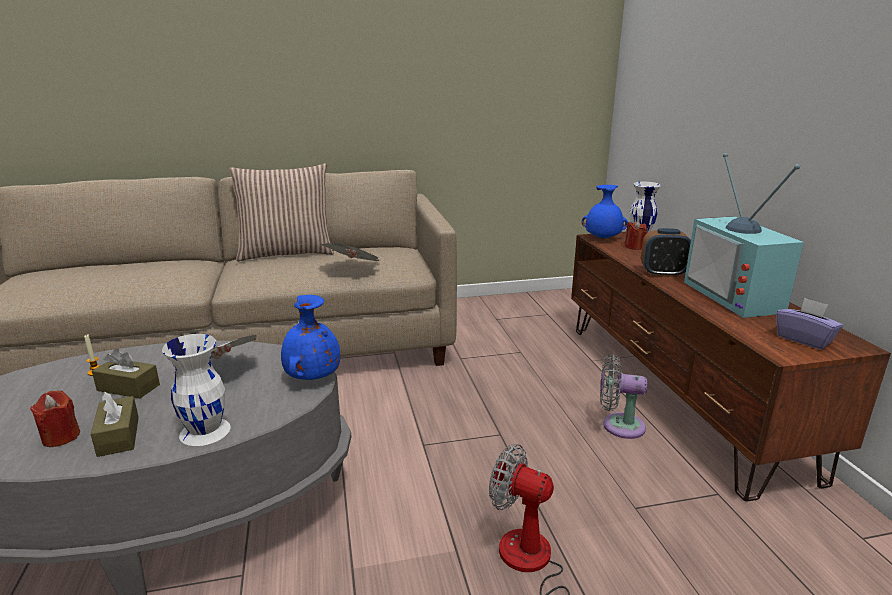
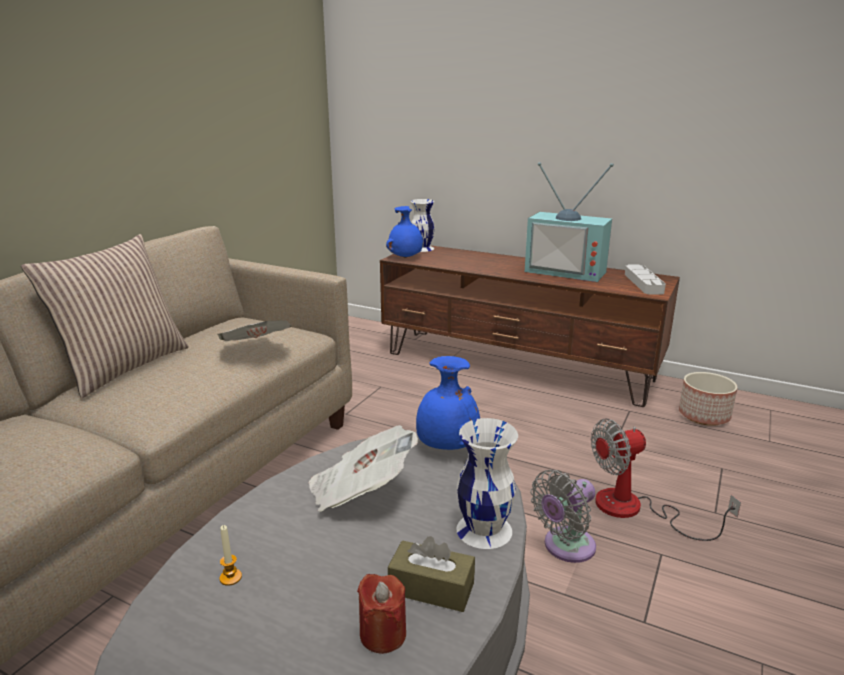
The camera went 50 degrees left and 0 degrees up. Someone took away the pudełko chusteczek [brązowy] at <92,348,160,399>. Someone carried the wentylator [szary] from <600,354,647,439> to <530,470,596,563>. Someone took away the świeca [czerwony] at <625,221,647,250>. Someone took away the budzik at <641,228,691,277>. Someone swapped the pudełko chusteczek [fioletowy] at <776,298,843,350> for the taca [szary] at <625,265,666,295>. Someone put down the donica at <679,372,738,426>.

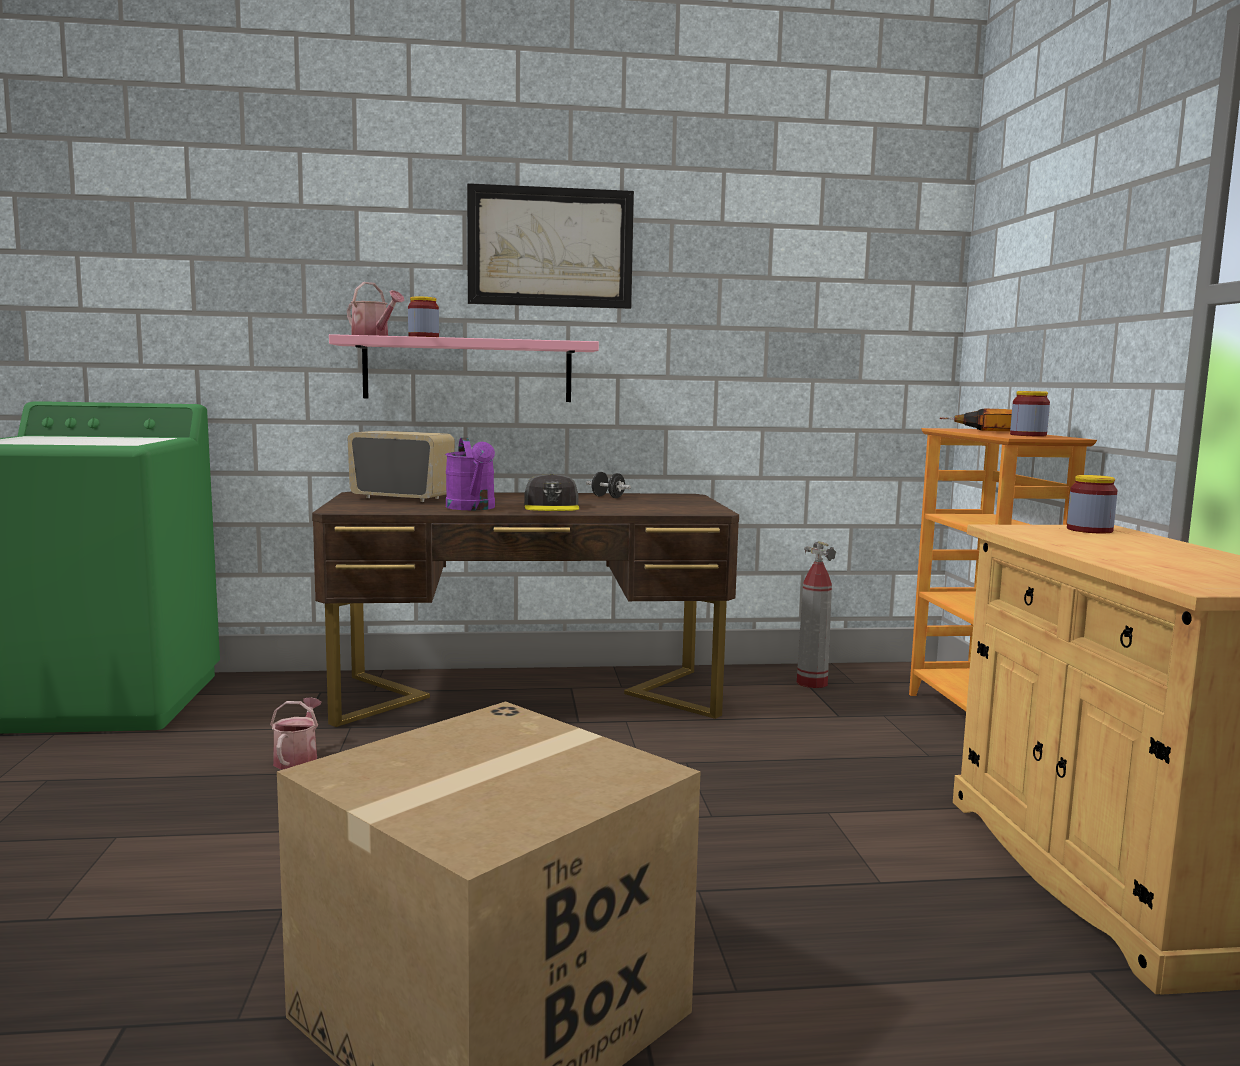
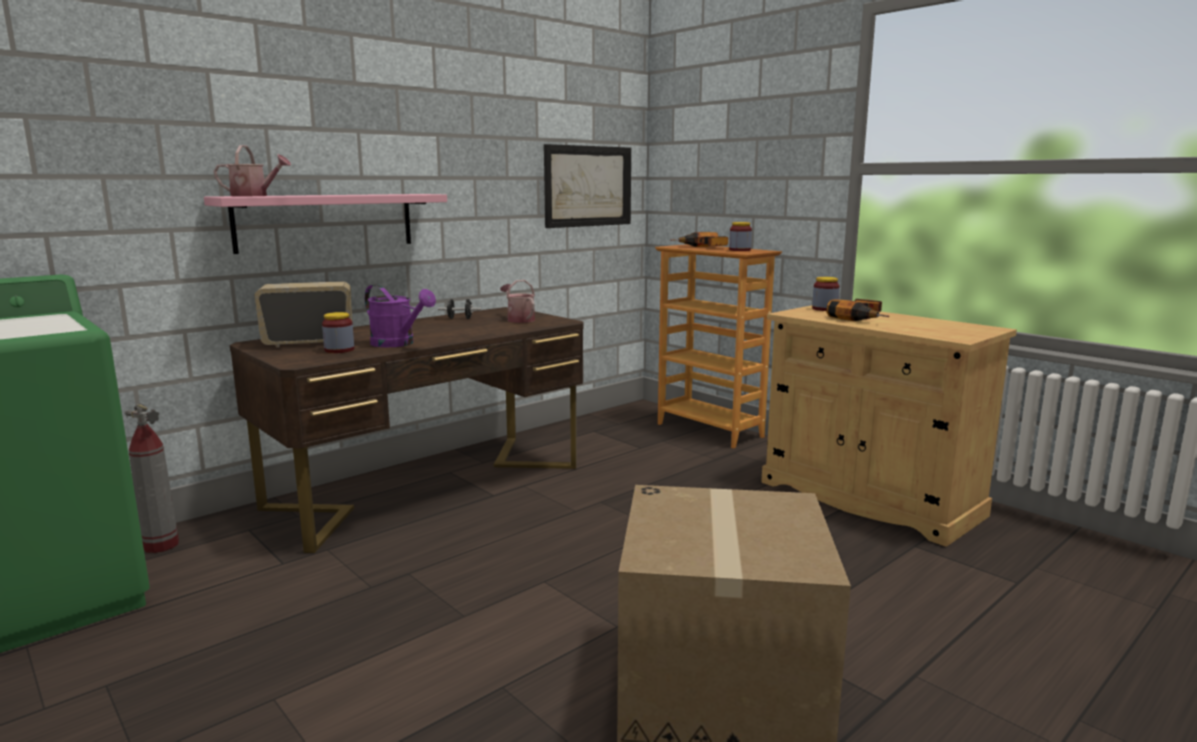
The camera went 35 degrees left and 5 degrees up. Someone carried the konewka from <270,697,321,770> to <500,280,535,323>. Someone carried the słoik from <408,297,439,337> to <322,312,354,353>. Someone carried the obraz from <467,183,634,309> to <544,144,631,228>. Someone took away the czapka z daszkiem [szary] at <524,474,580,511>. Someone carried the gaśnica from <797,541,836,688> to <124,403,179,553>. Someone put down the wiertarka at <826,299,889,321>.

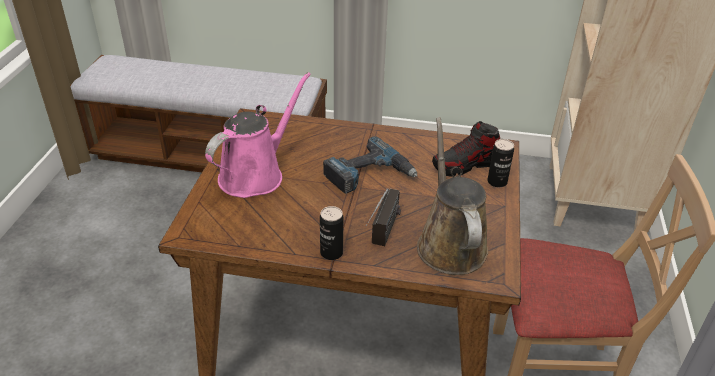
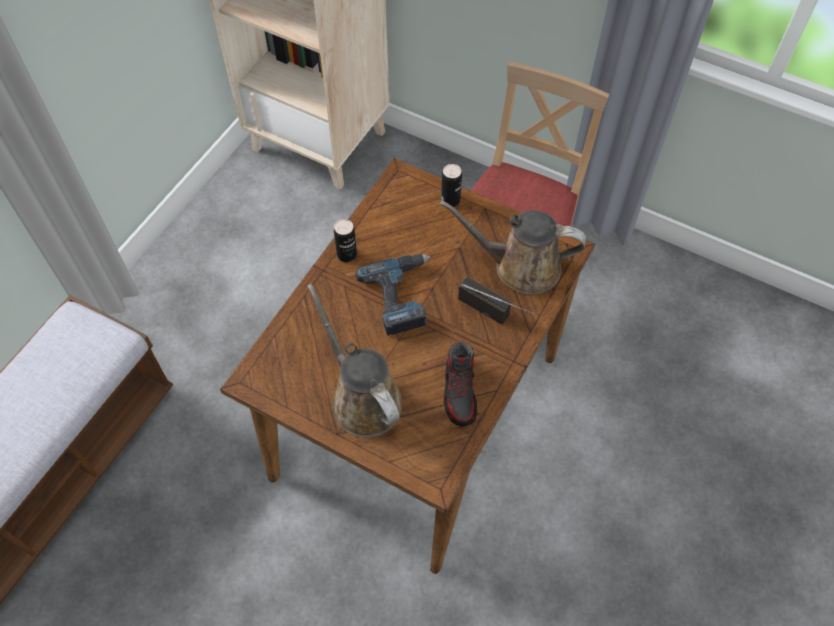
The camera went 70 degrees left and 20 degrees up. Someone repainted the konewka [różowy] at <205,72,311,198>, which became the konewka [brązowy] at <307,283,402,437>. Someone carried the puszka from <320,206,343,260> to <334,219,357,262>. Someone carried the but from <432,121,500,177> to <444,341,477,427>.

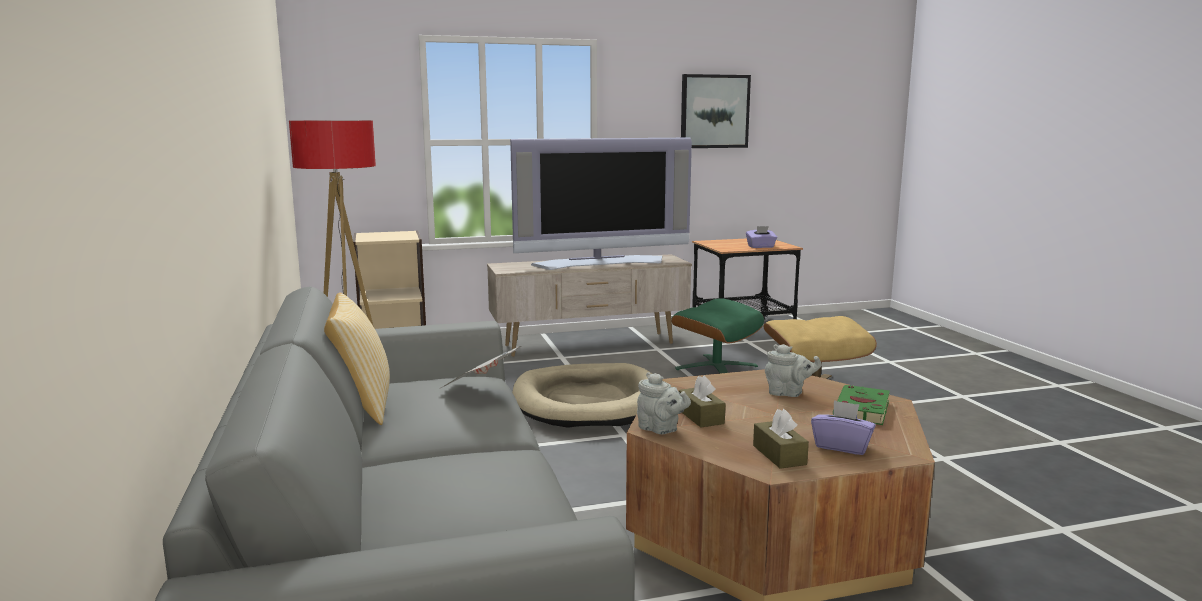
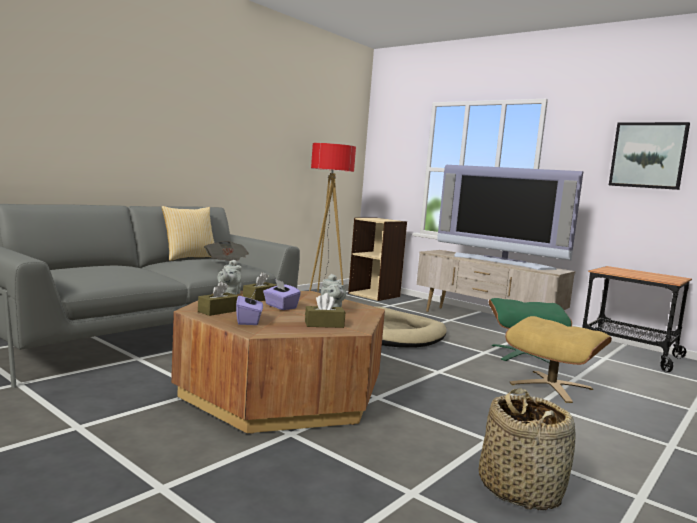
The camera went 55 degrees right and 5 degrees down. Someone carried the pudełko chusteczek [fioletowy] from <746,226,777,248> to <263,279,301,310>. Someone swapped the książka [zielony] at <833,385,890,425> for the pudełko chusteczek [brązowy] at <305,293,345,328>. Someone put down the koszyk at <479,388,575,510>.

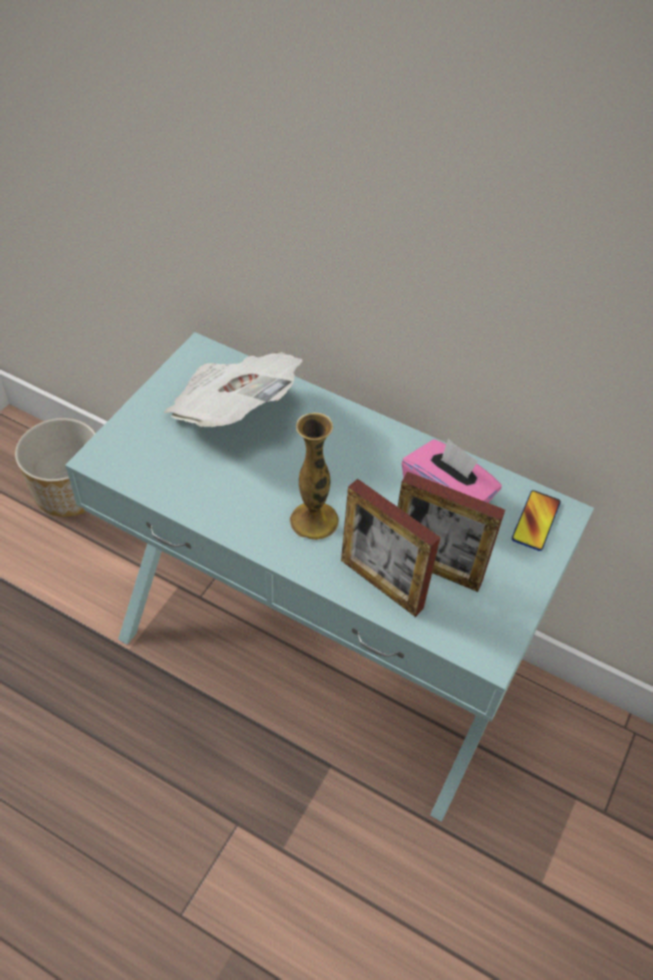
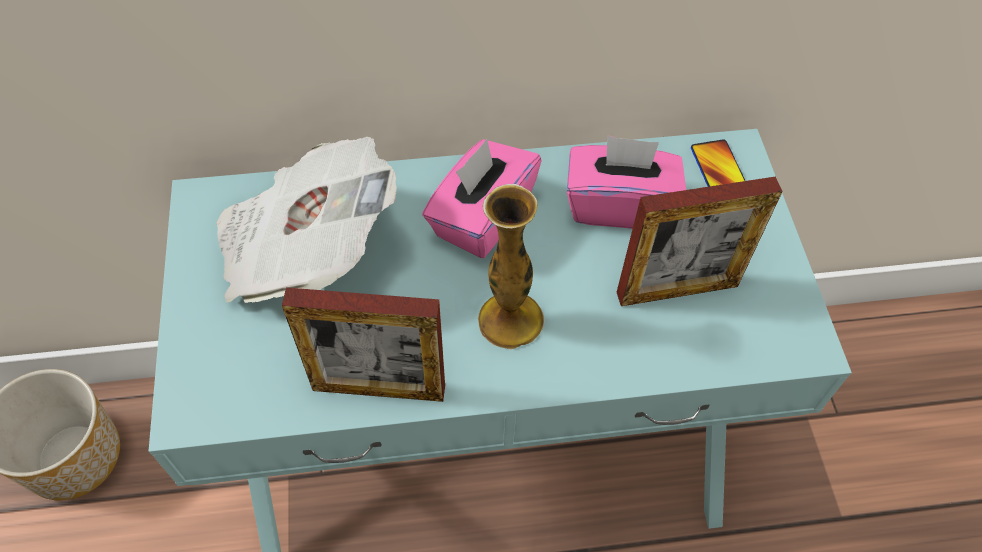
The camera went 35 degrees left and 5 degrees up. Someone carried the ramka na zdjęcie from <341,479,441,617> to <282,287,445,402>. Someone put down the pudełko chusteczek [różowy] at <422,139,542,258>.

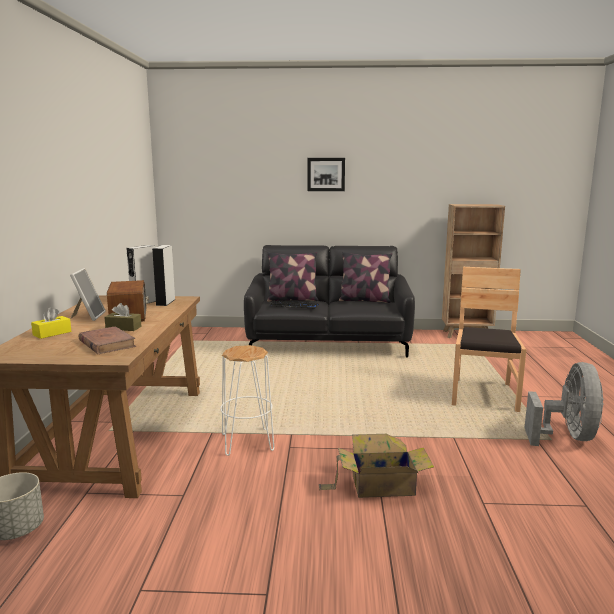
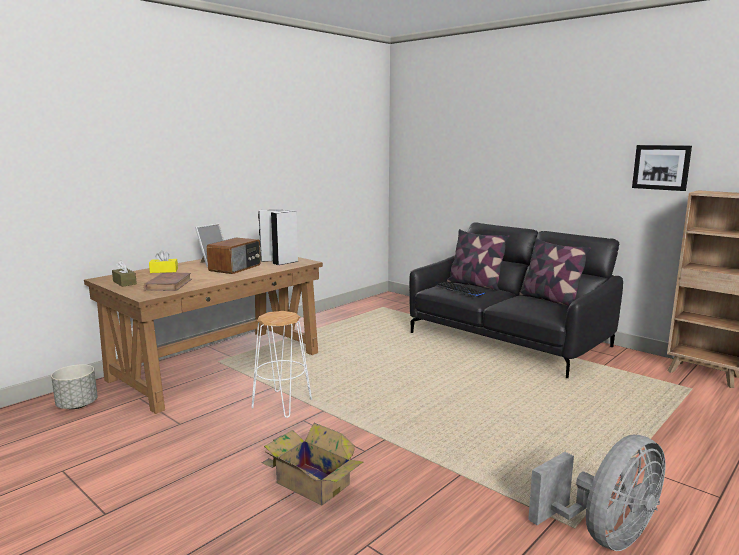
The camera went 40 degrees right and 0 degrees up. Someone carried the pudełko chusteczek [brązowy] from <104,303,142,331> to <112,260,137,287>. Someone carried the obraz from <307,158,345,191> to <632,145,692,191>. Someone took away the krzesło [brązowy] at <452,267,526,412>.

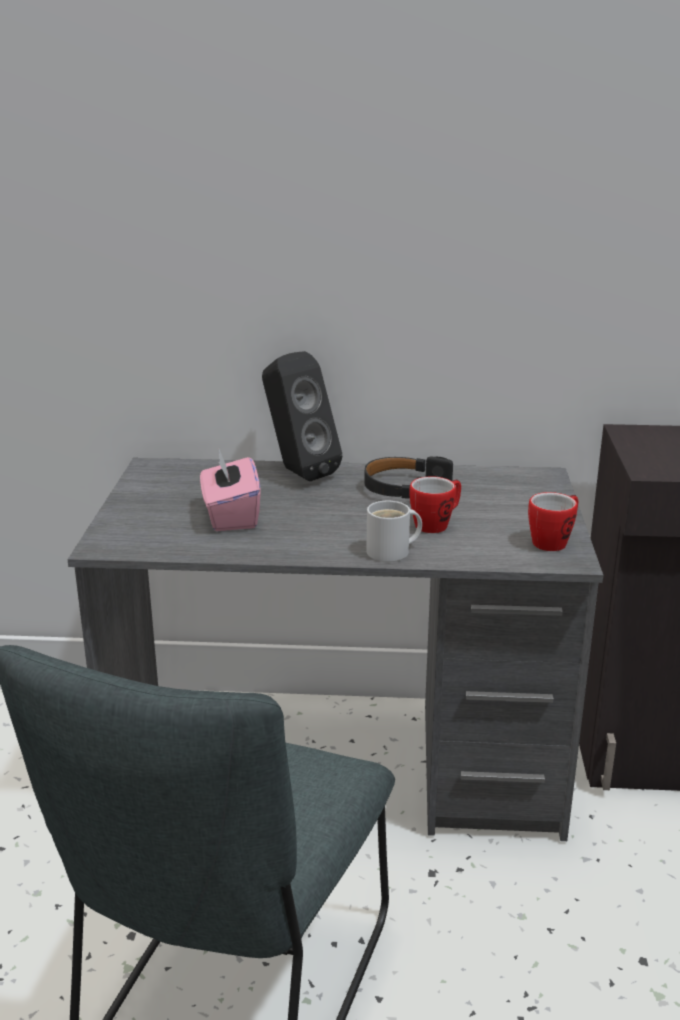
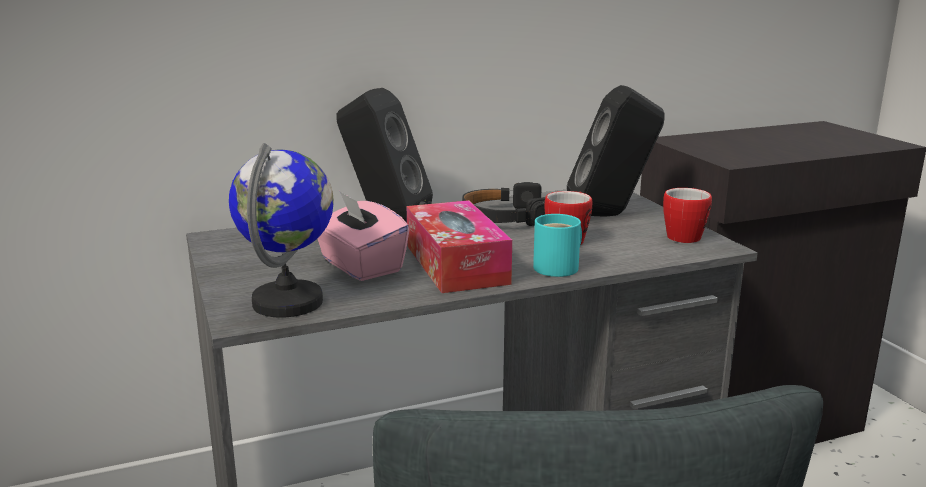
The camera went 25 degrees left and 5 degrees down. Someone repainted the kubek [biały] at <366,501,422,562>, which became the kubek [turkusowy] at <533,214,582,277>. Someone put down the globus at <229,143,334,318>. Someone put down the pudełko chusteczek at <407,200,512,293>. Someone put down the głośnik [czarny] at <567,85,665,217>.

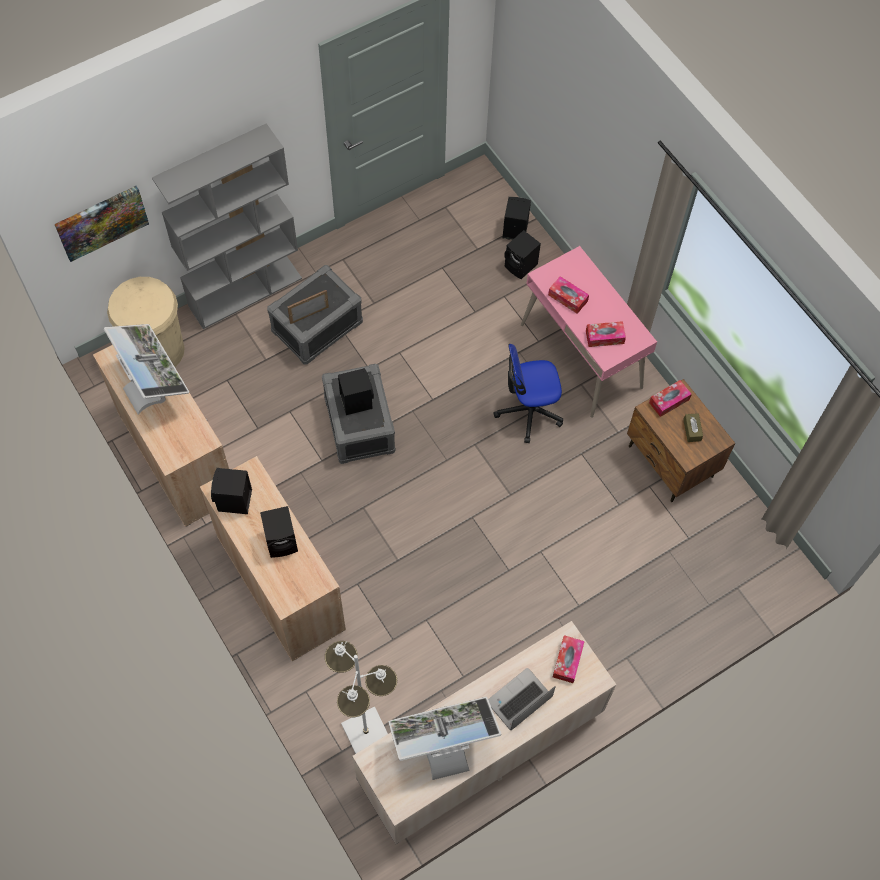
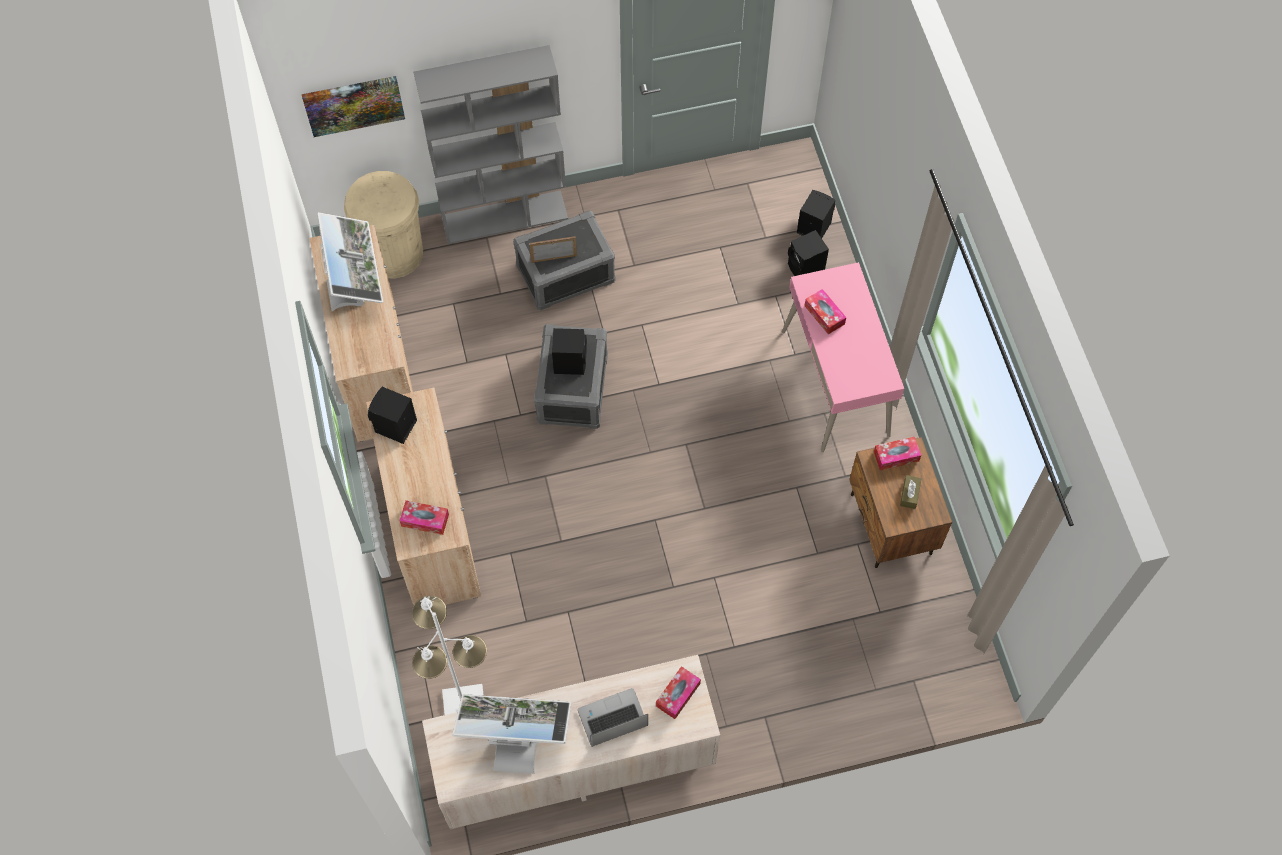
The camera went 20 degrees right and 0 degrees up. Someone took away the głośnik [czarny] at <260,506,298,558>. Someone took away the krzesło biurowe at <493,344,563,443>. Someone carried the pudełko chusteczek from <586,321,626,347> to <400,500,449,535>.

